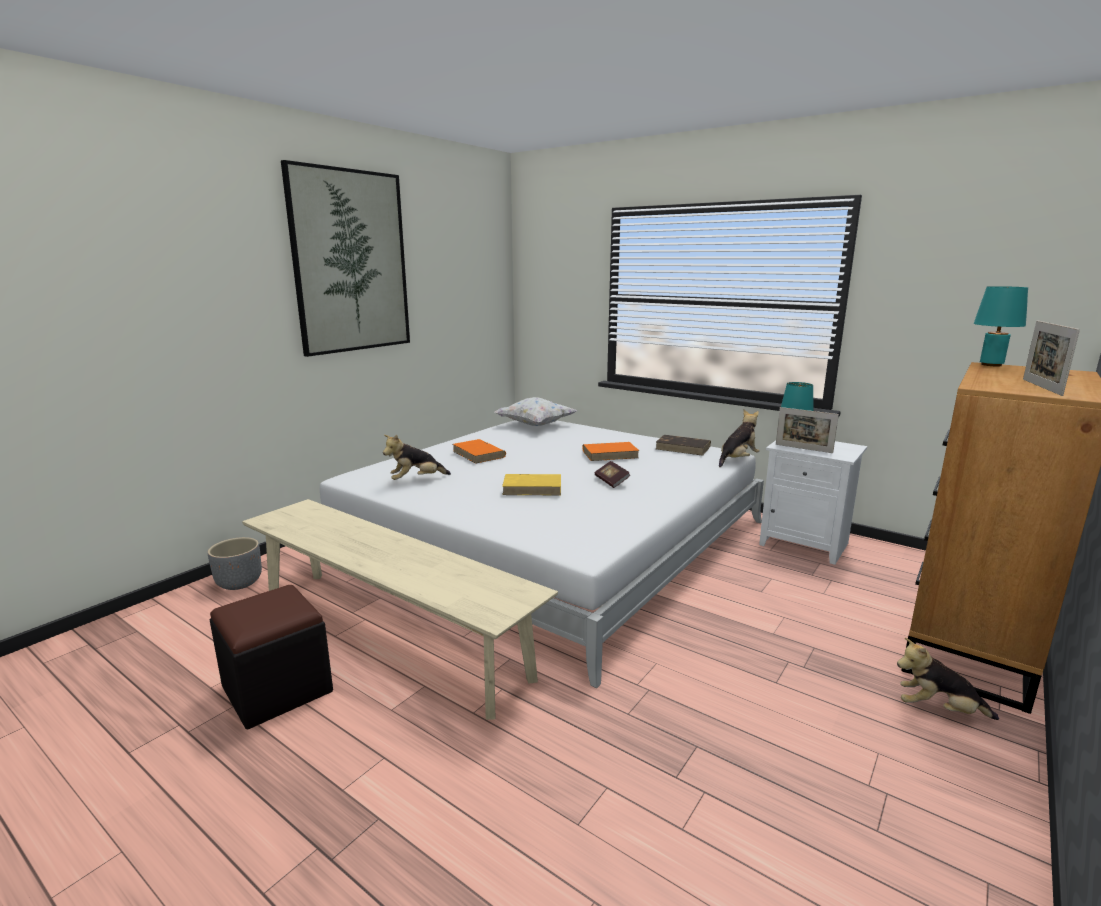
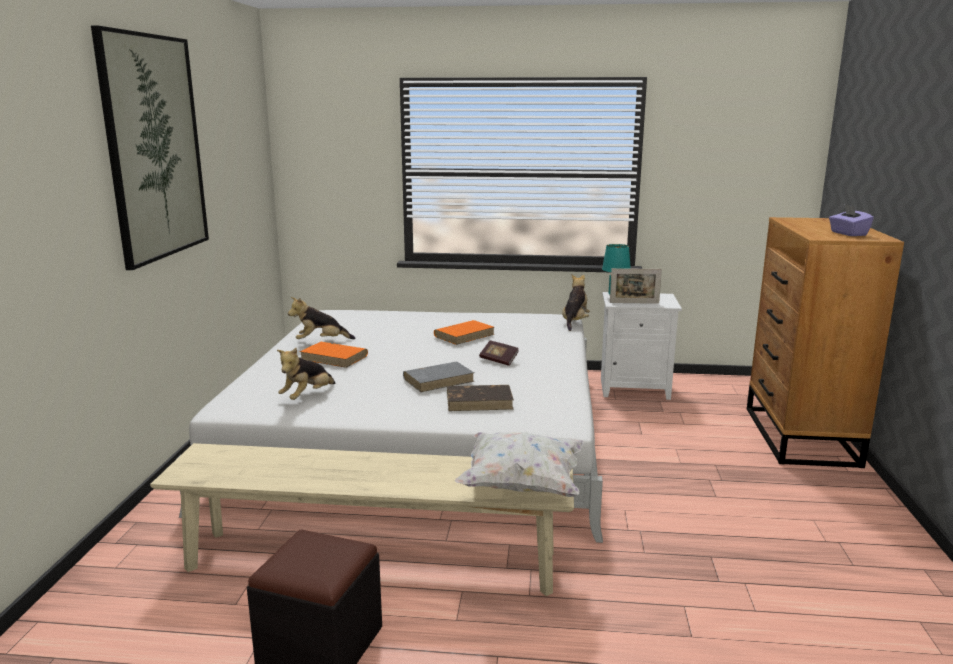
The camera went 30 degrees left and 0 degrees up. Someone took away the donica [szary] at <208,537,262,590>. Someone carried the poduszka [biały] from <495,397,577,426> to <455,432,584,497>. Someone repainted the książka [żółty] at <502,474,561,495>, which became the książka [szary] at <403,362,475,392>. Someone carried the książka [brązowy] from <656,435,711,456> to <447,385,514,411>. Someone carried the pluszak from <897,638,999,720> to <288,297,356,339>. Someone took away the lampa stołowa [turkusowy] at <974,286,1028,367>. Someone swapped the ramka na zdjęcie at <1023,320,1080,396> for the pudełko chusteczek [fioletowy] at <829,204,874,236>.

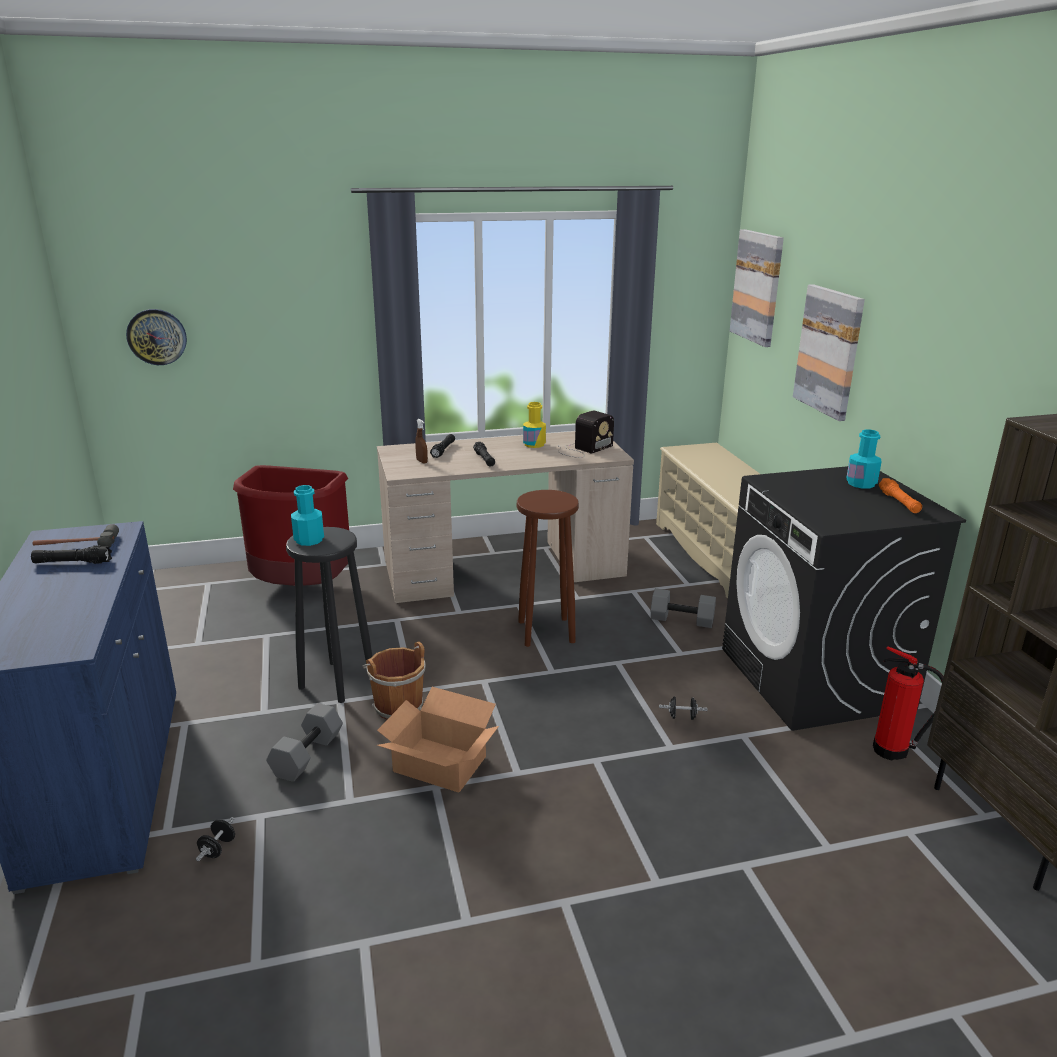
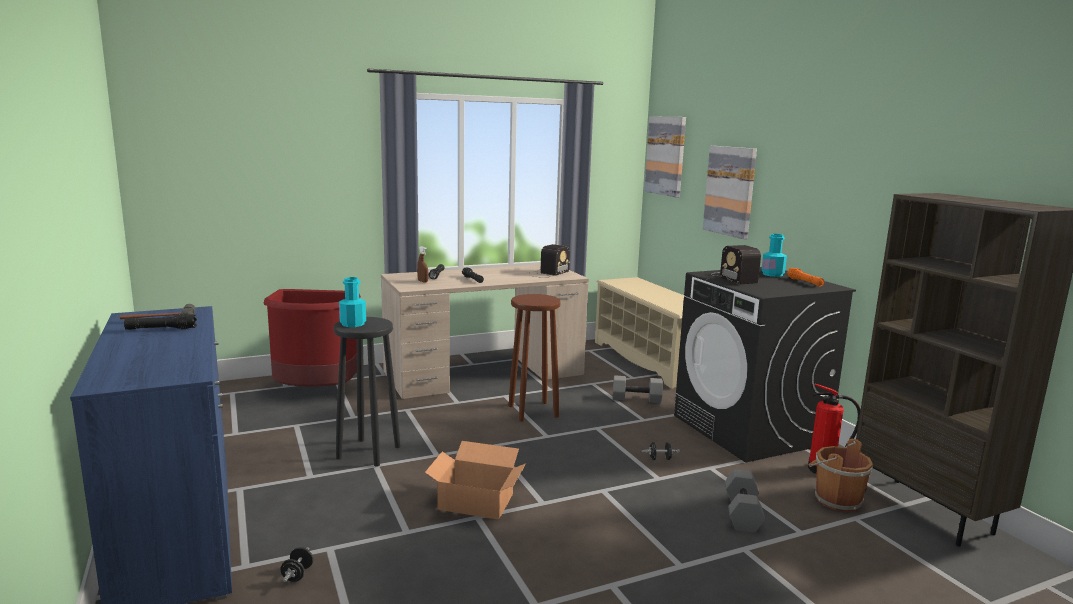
The camera went 10 degrees left and 10 degrees down. Someone took away the zegar ścienny at <126,309,187,365>. Someone carried the hantel [szary] from <266,703,343,782> to <725,469,765,533>. Someone carried the wiadro [brązowy] from <362,641,426,719> to <809,439,873,512>. Someone took away the butelka [żółty] at <523,402,546,448>. Someone put down the radio at <710,245,761,284>.

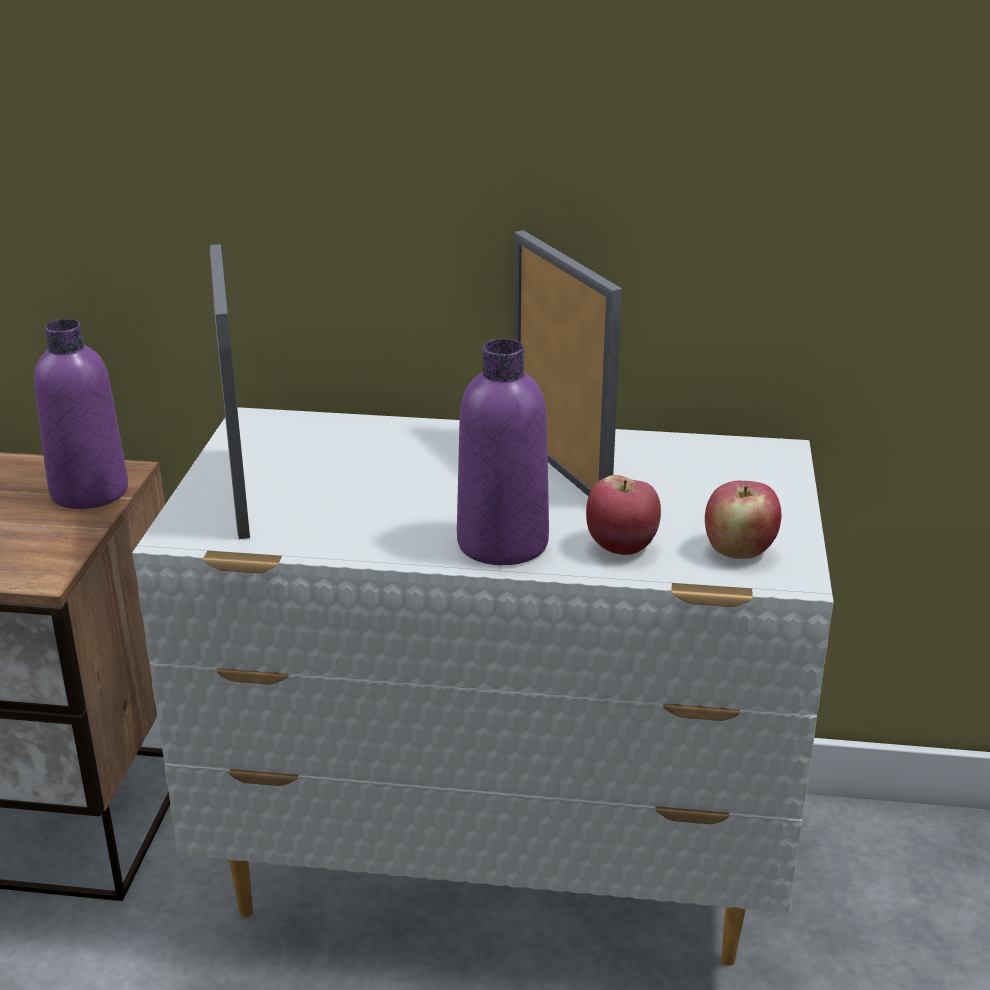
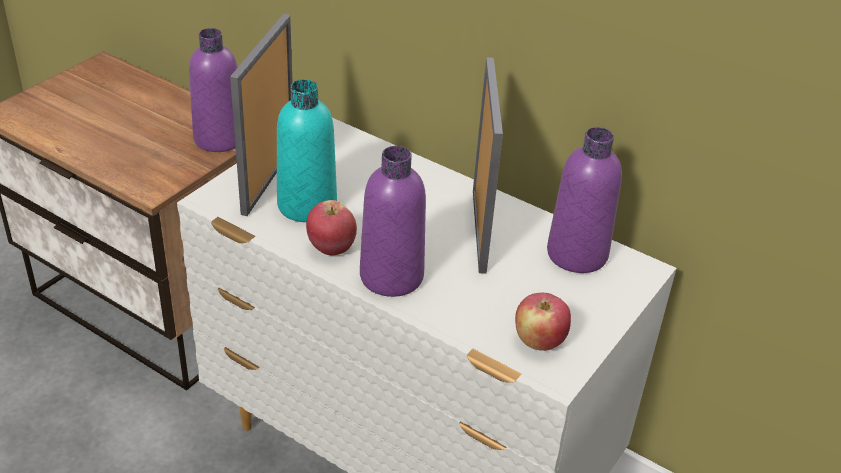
The camera went 25 degrees right and 10 degrees up. Someone carried the jabłko from <586,475,661,555> to <306,200,357,255>. Someone put down the butelka [turkusowy] at <277,79,337,222>. Someone put down the butelka [fioletowy] at <547,127,622,273>.

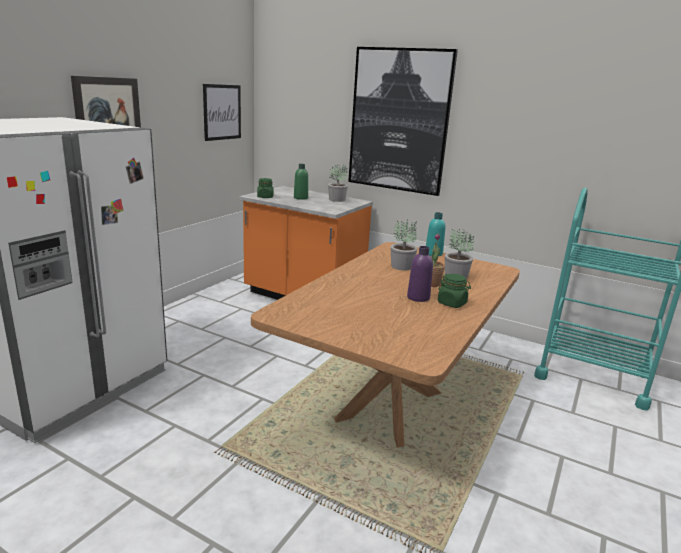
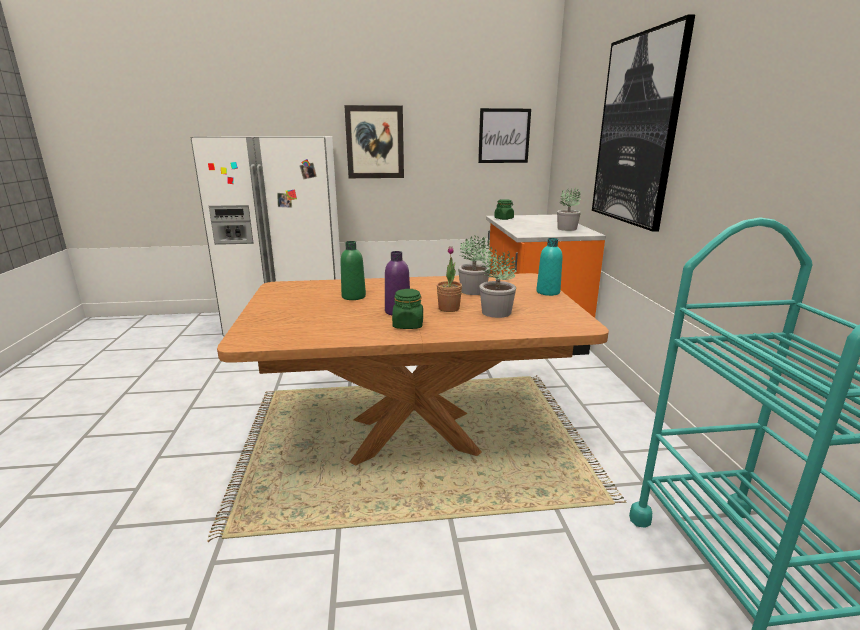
The camera went 55 degrees right and 0 degrees up. Someone carried the butelka [zielony] from <294,164,308,200> to <340,241,366,300>.

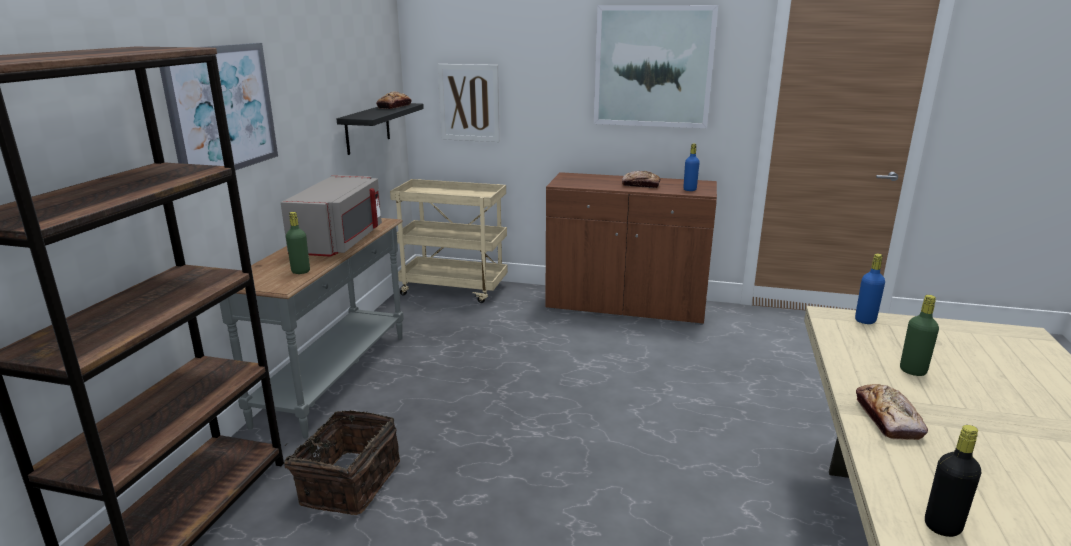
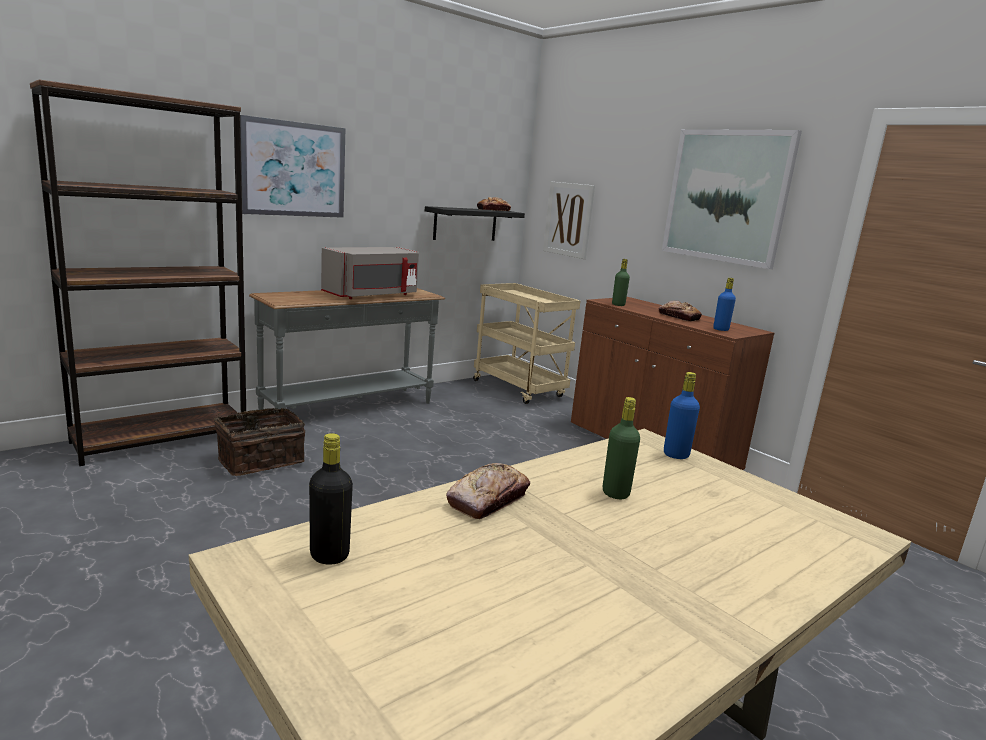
The camera went 35 degrees right and 5 degrees down. Someone carried the butelka [zielony] from <286,212,310,274> to <612,259,630,306>.

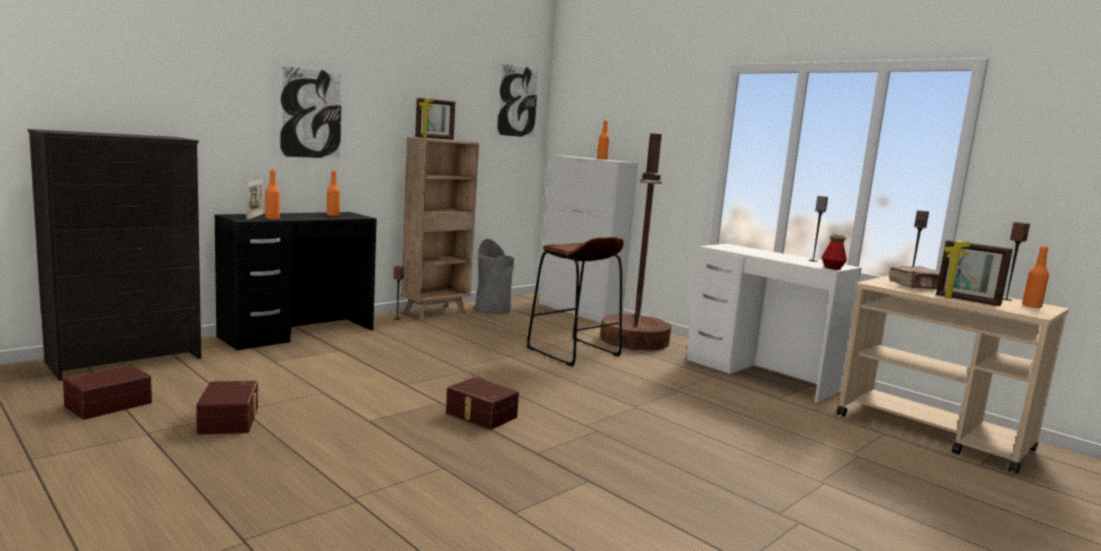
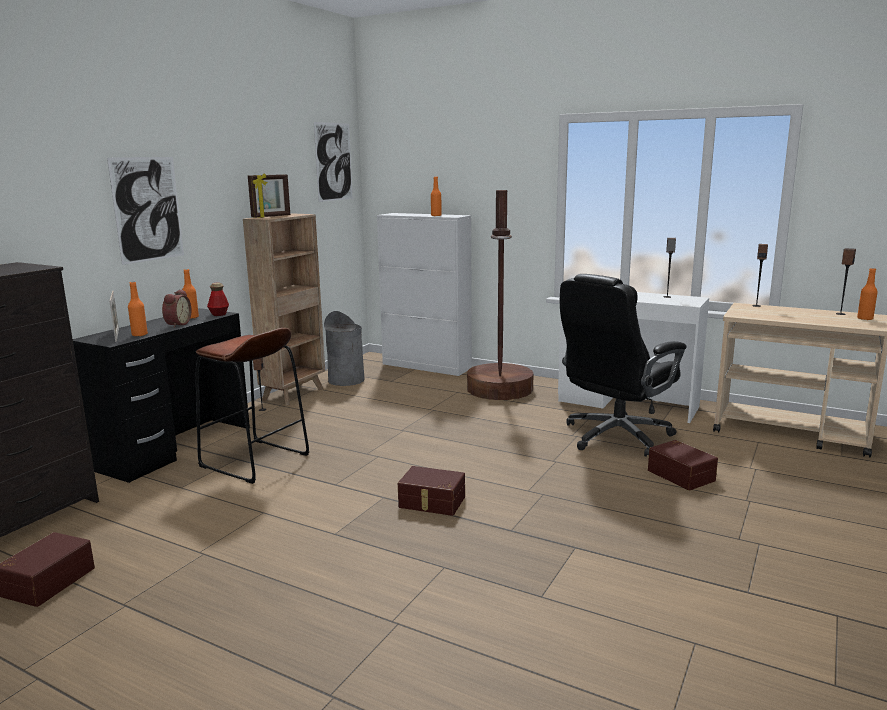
The camera went 15 degrees left and 5 degrees up. Someone carried the pojemnik do przechowywania [brązowy] from <196,381,258,435> to <648,440,718,490>. Someone carried the stołek [brązowy] from <527,236,624,366> to <196,328,309,484>. Someone carried the butelka from <822,234,847,270> to <207,283,229,316>. Someone took away the książka [brązowy] at <889,266,940,290>. Someone took away the ramka na zdjęcie at <936,240,1013,306>. Someone put down the budzik at <162,289,191,328>. Someone put down the krzesło biurowe [czarny] at <560,274,687,457>.

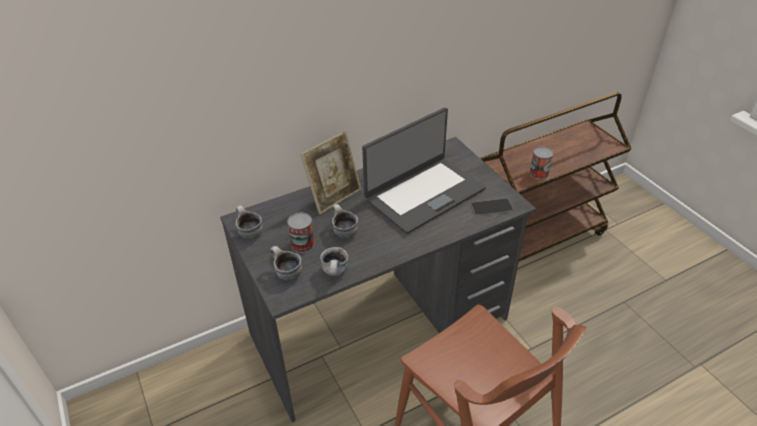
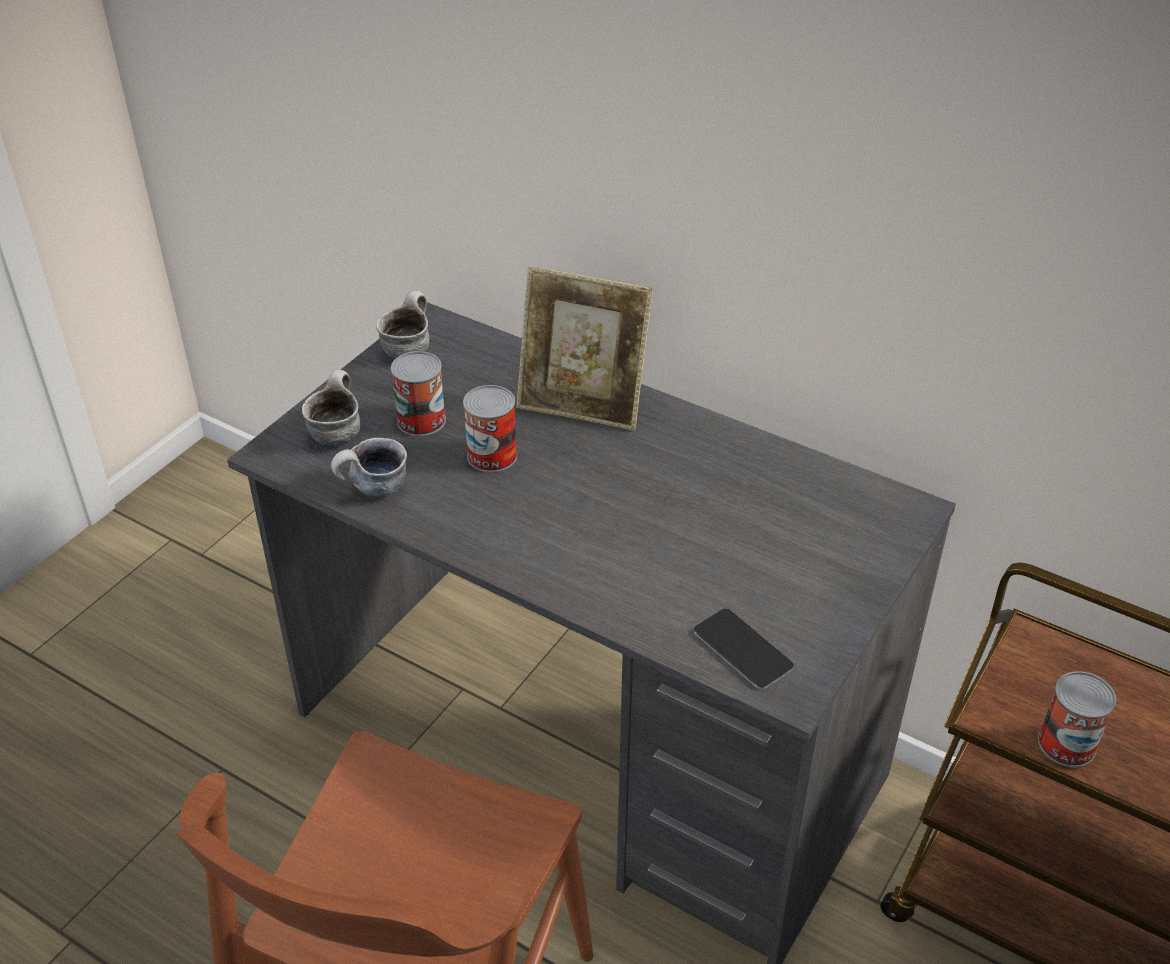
The camera went 60 degrees right and 0 degrees up. Someone swapped the kubek at <332,204,358,238> for the puszka at <463,385,517,472>. Someone took away the laptop at <362,108,486,234>.

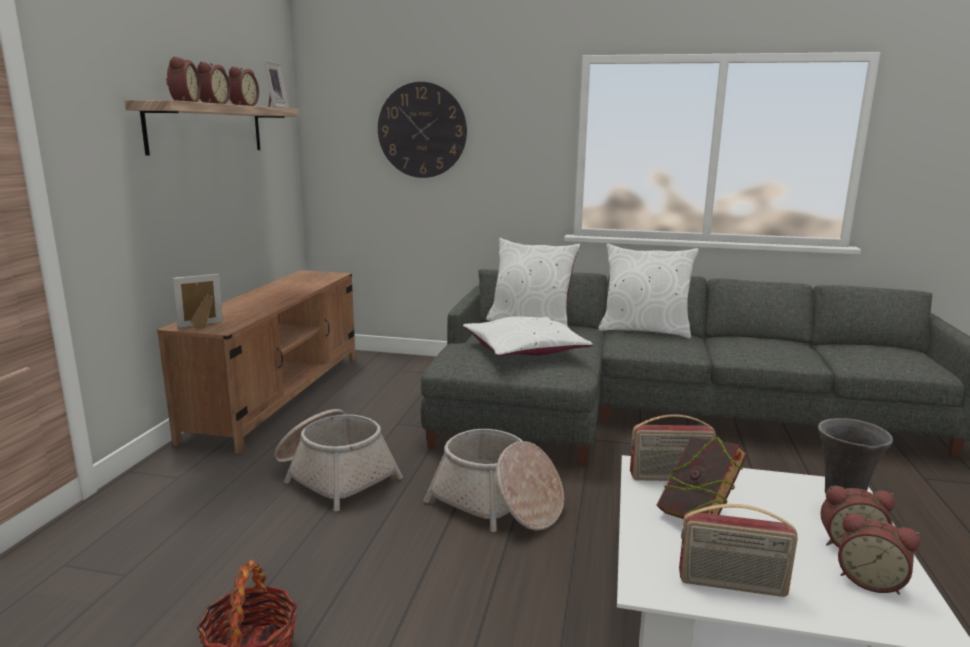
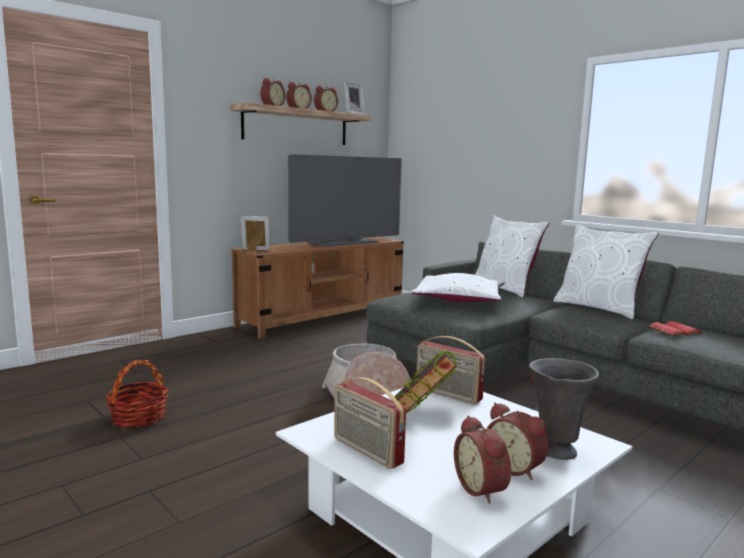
The camera went 35 degrees right and 5 degrees down. Someone took away the koszyk at <275,409,403,511>. Someone took away the zegar ścienny at <378,82,467,178>. Someone put down the telewizor at <288,154,402,247>. Someone put down the książka [czerwony] at <648,321,703,336>.

